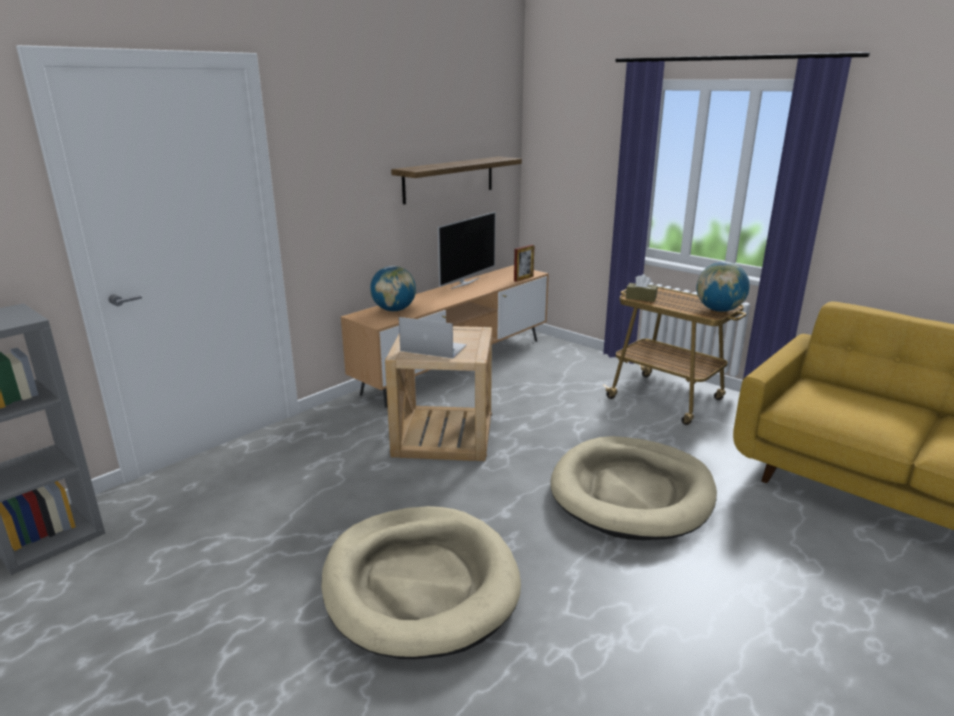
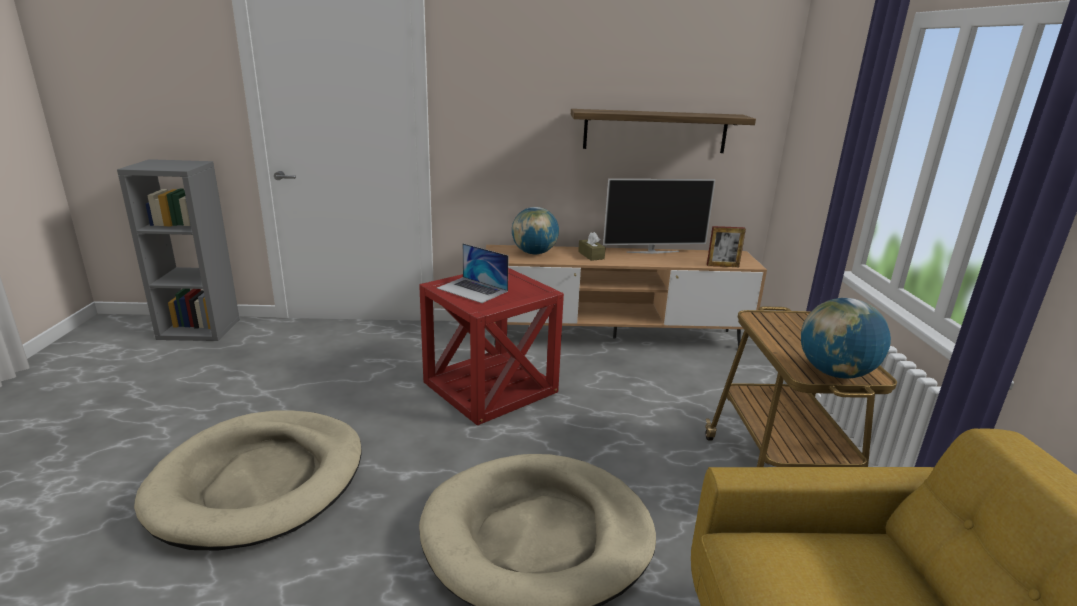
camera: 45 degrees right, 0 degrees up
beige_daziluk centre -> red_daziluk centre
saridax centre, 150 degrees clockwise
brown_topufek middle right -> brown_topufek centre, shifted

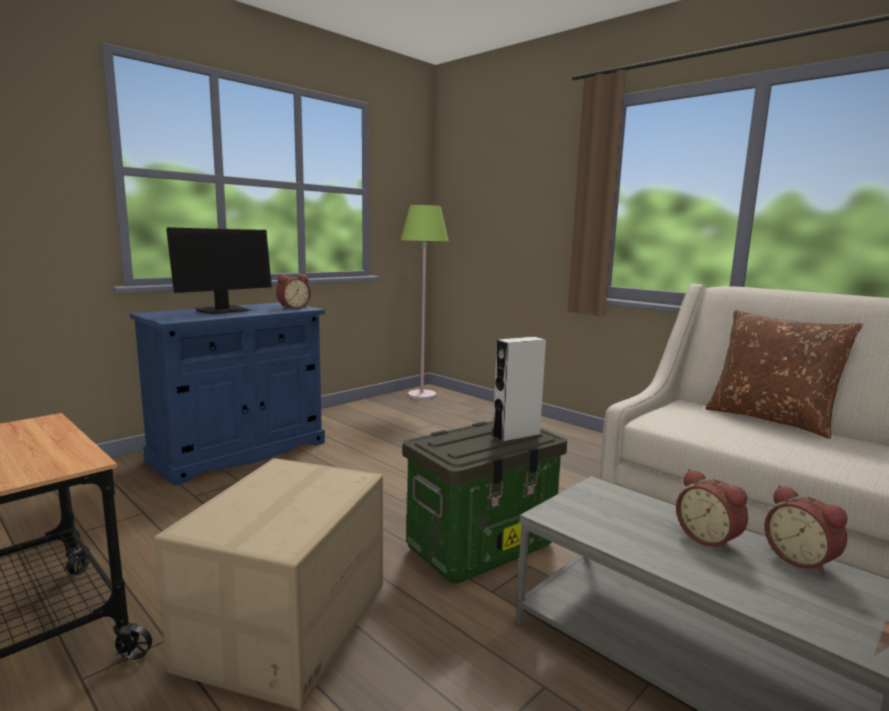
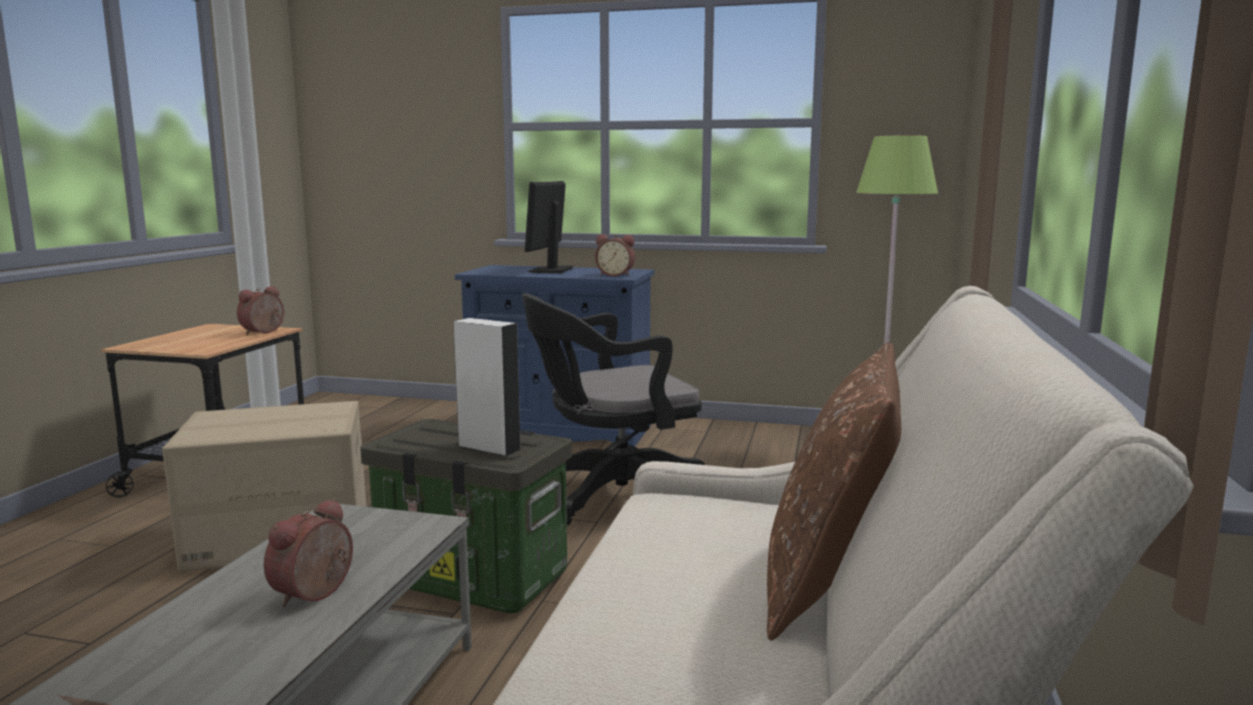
camera: 60 degrees right, 0 degrees up
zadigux middle left -> zadigux top centre, 90 degrees clockwise
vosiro (no. 3 from left in the first image) bottom right -> vosiro (no. 1 from left) middle left, shifted
none -> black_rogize centre

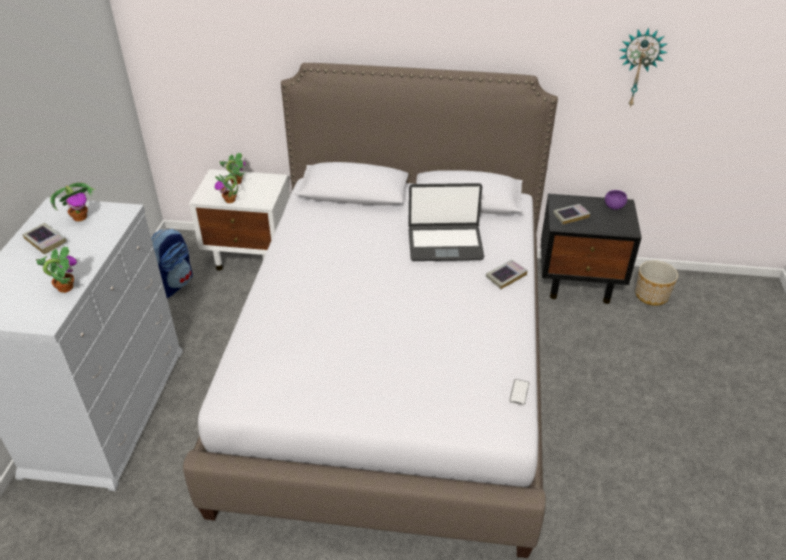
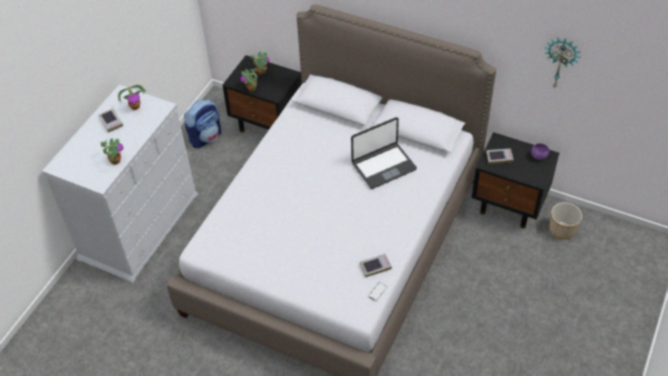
camera: 20 degrees right, 10 degrees up
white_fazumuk middle left -> black_fazumuk (no. 1 from left) top centre
saridax centre, 45 degrees counterclockwise
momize (no. 2 from left) centre -> momize (no. 2 from left) bottom centre, shifted

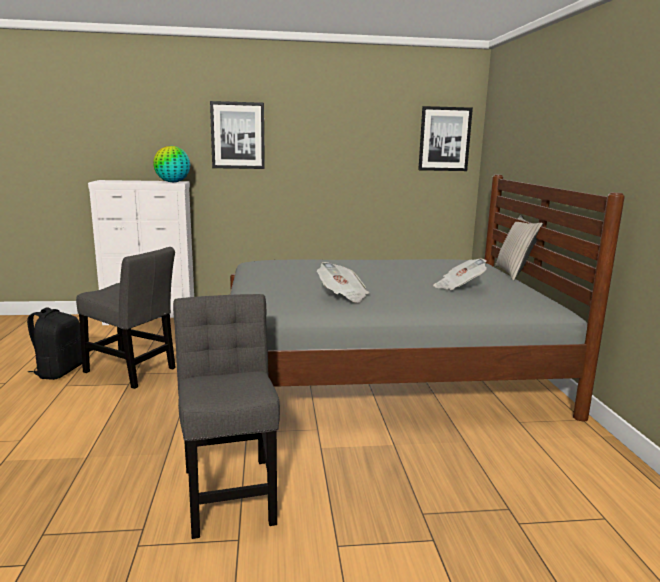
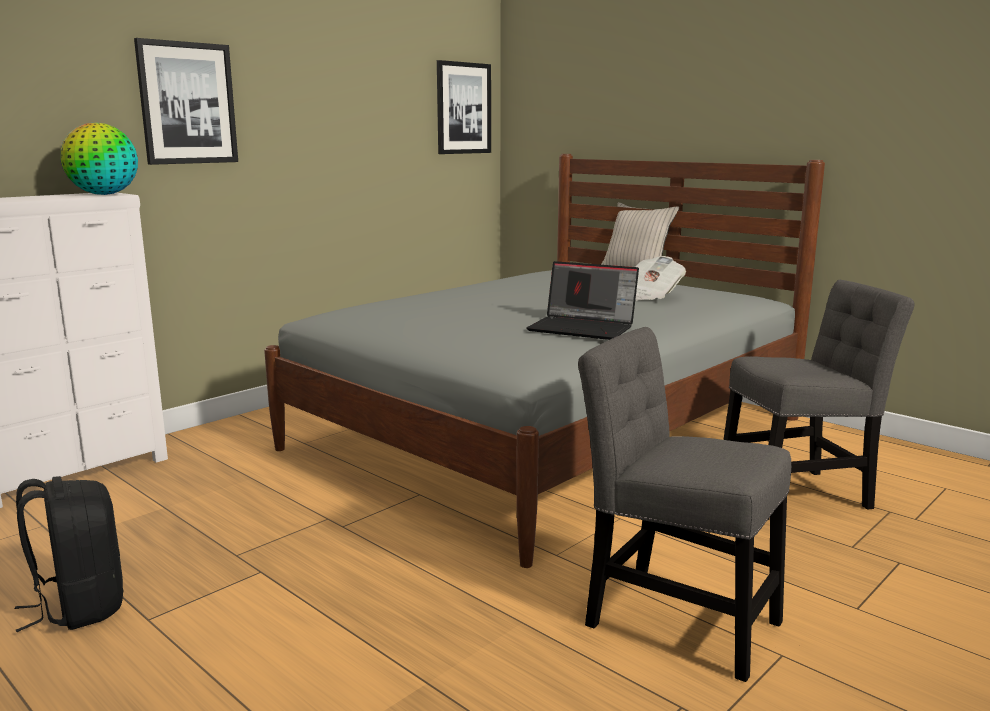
camera: 40 degrees left, 0 degrees up
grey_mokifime (no. 1 from left in the first image) middle left -> grey_mokifime (no. 2 from left) middle right, shifted
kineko (no. 1 from left) centre -> saridax centre

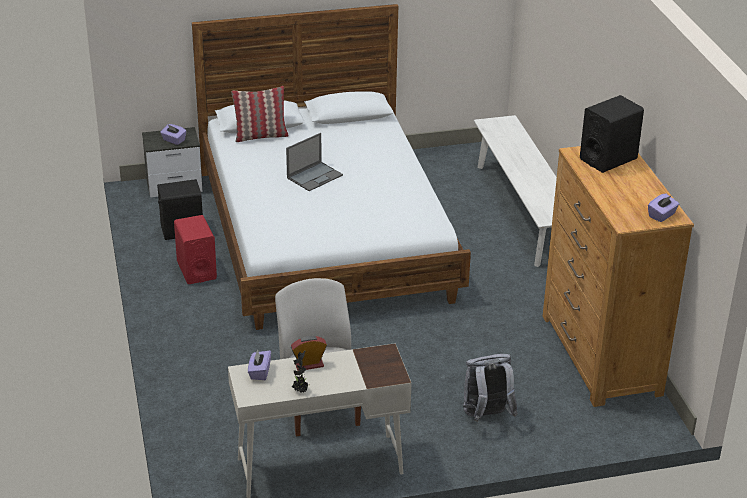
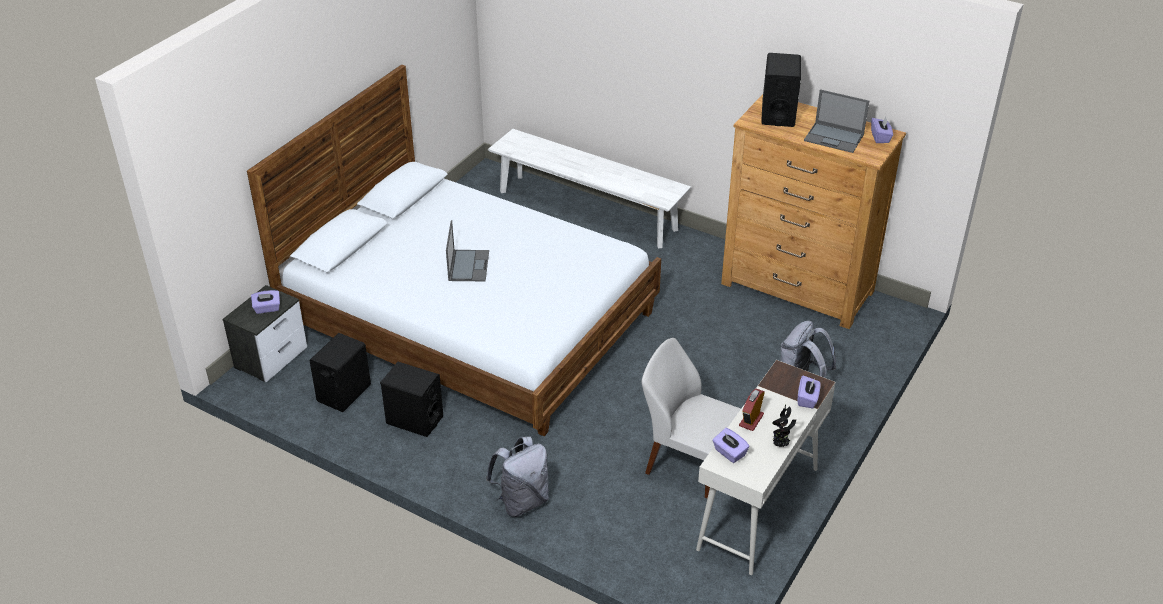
camera: 45 degrees left, 5 degrees up
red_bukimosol middle left -> black_bukimosol (no. 2 from left) centre
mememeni top centre -> none
none -> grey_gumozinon (no. 1 from left) bottom centre
none -> purple_topufek (no. 3 from left) middle right
none -> saridax (no. 2 from left) top right

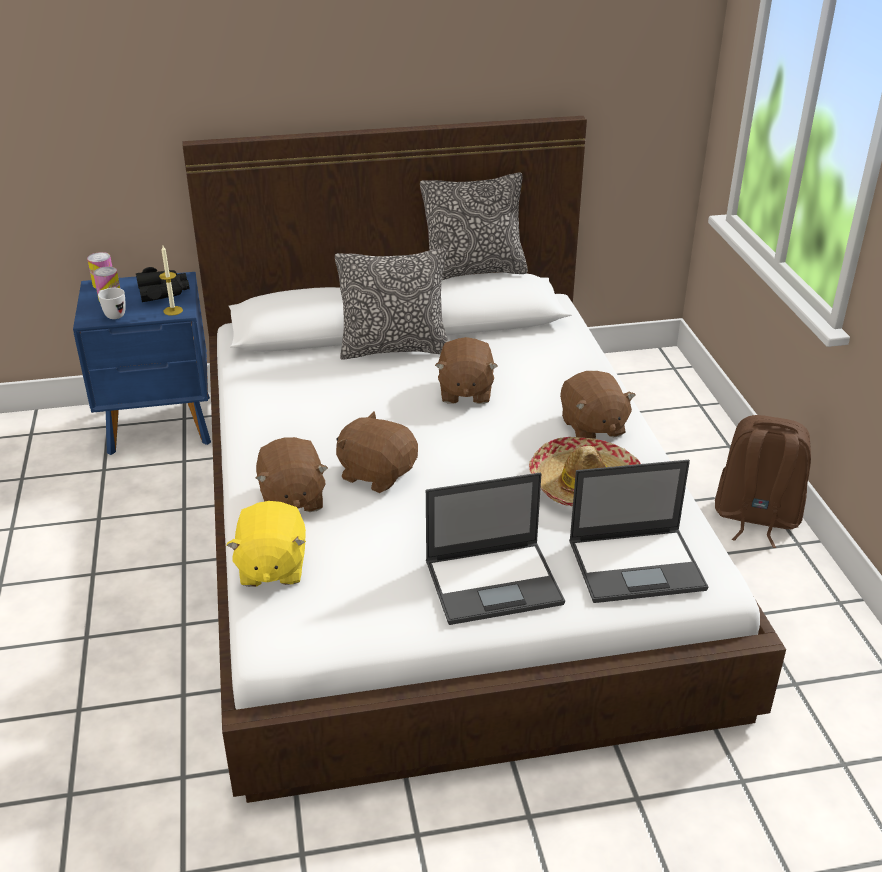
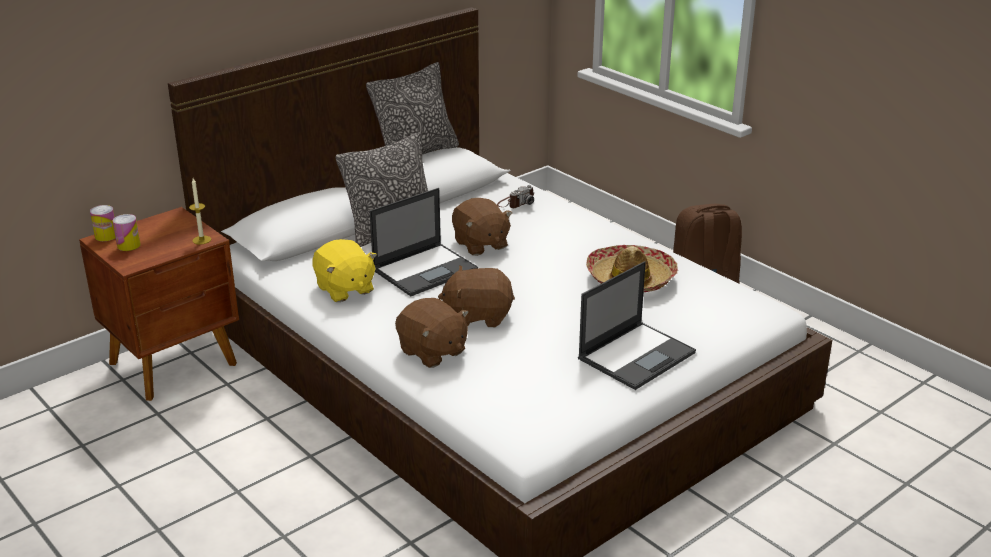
camera: 30 degrees left, 5 degrees down
blue_fazumuk middle left -> brown_fazumuk middle left
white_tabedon middle left -> none
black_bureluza top left -> none
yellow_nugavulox middle left -> yellow_nugavulox centre, shifted
brown_nugavulox (no. 4 from left) middle right -> none
saridax (no. 2 from left in the first image) middle right -> saridax (no. 1 from left) centre, shifted
none -> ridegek centre

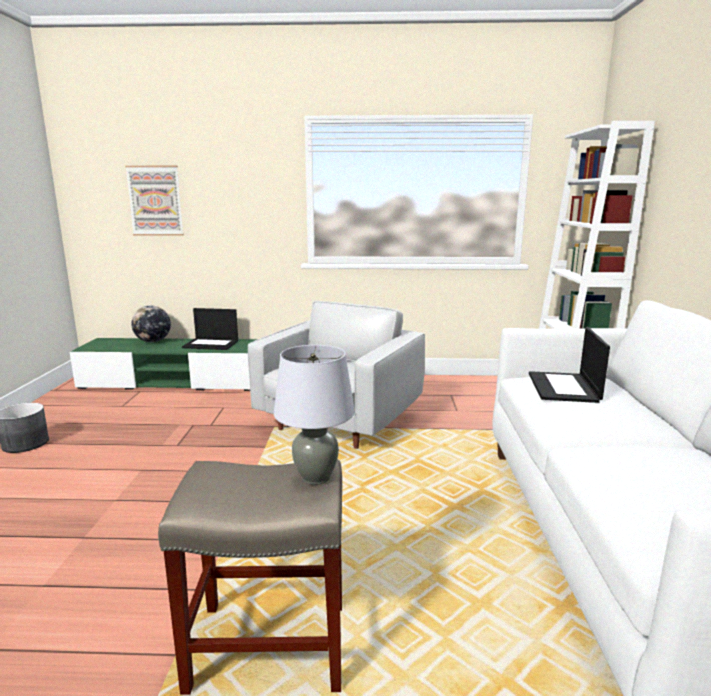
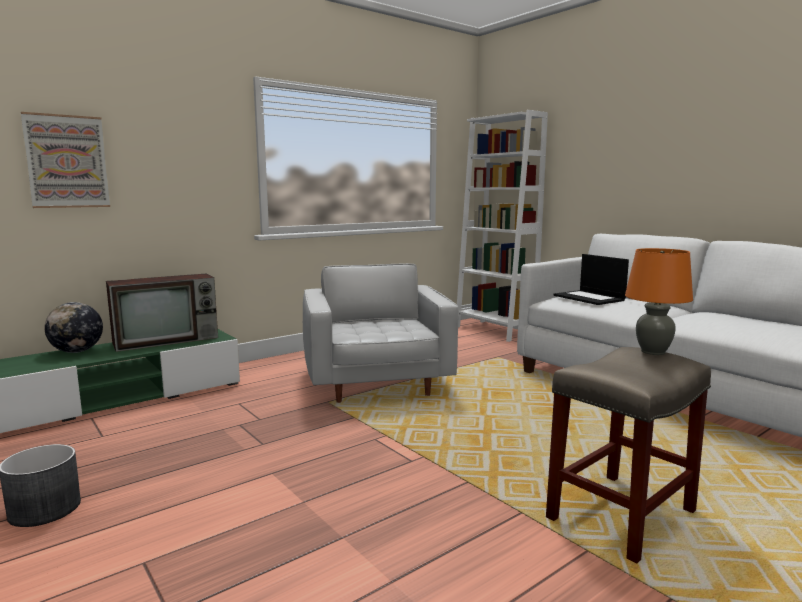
camera: 40 degrees left, 5 degrees down
saridax (no. 1 from left) middle left -> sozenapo middle left
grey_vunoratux centre -> orange_vunoratux middle right

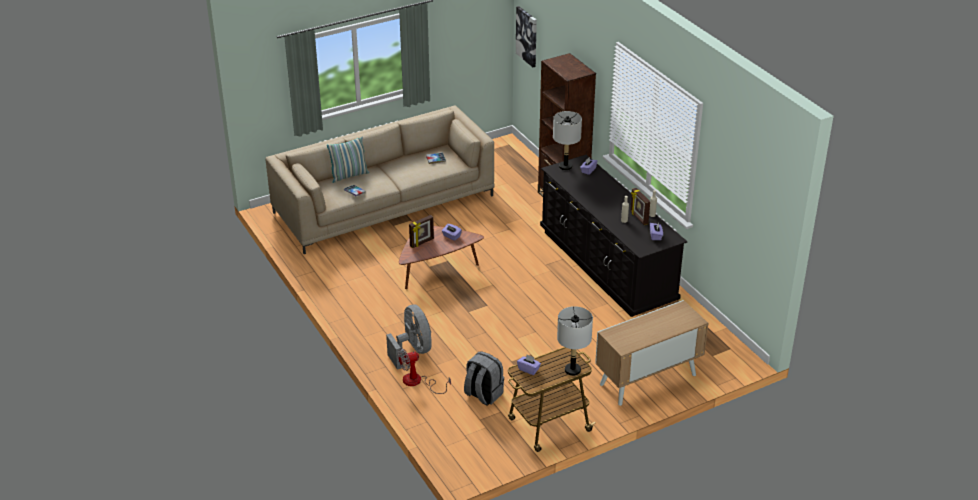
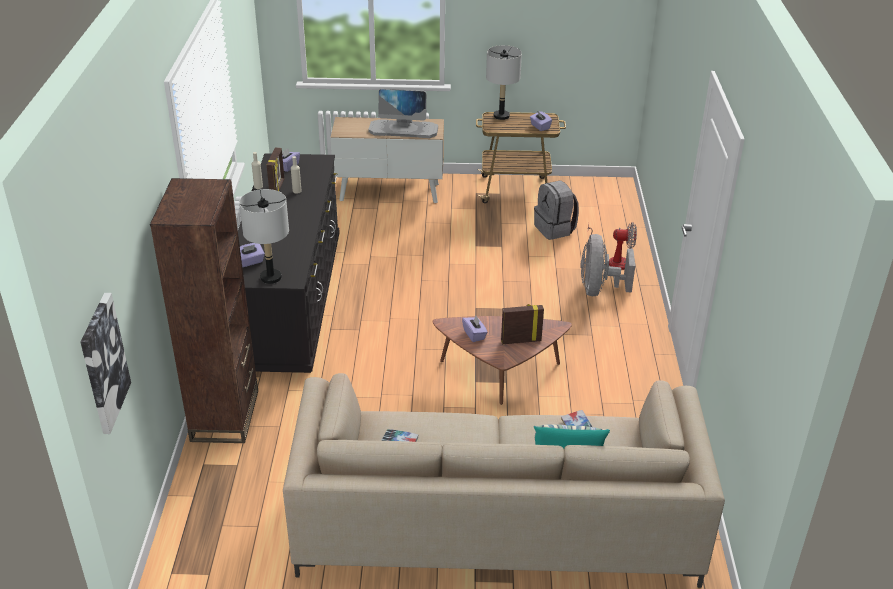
camera: 150 degrees left, 0 degrees up
none -> zadigux top centre

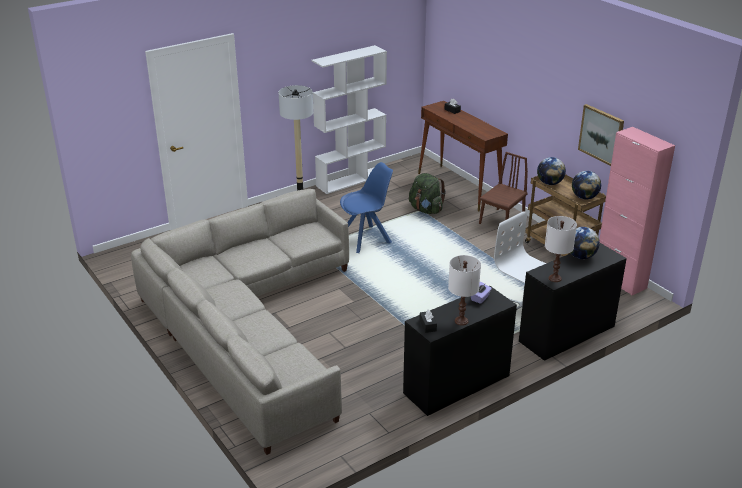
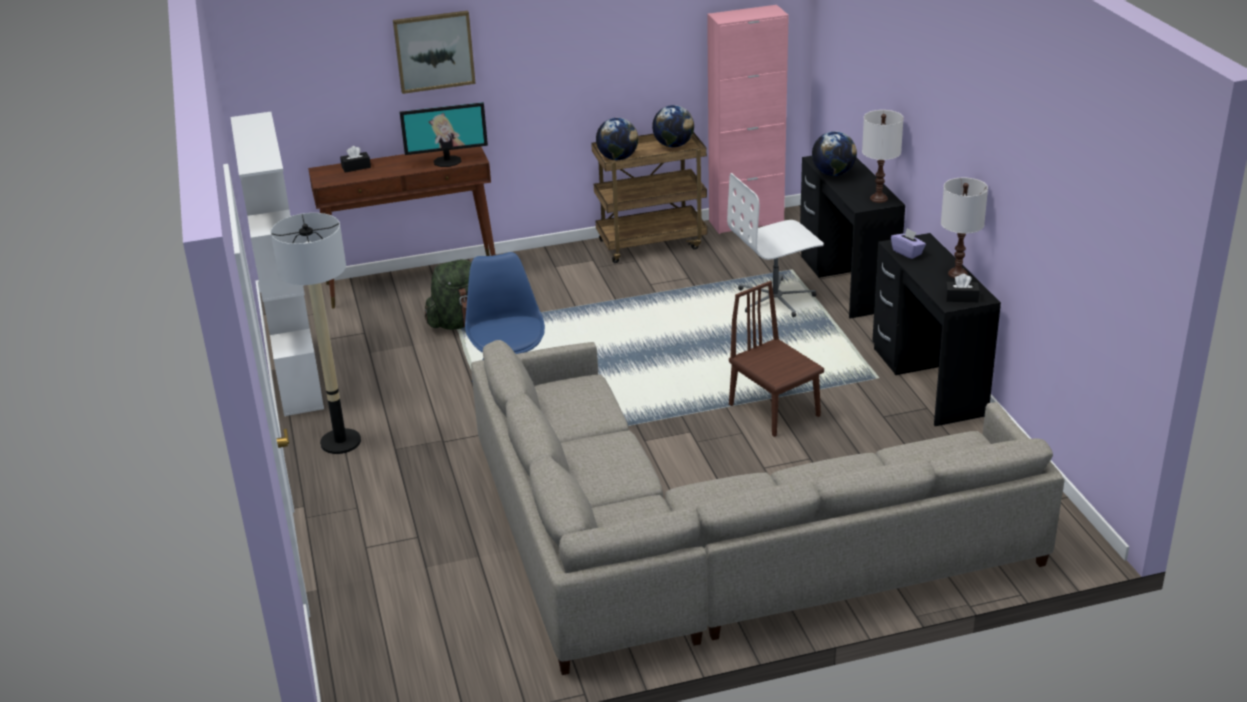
camera: 70 degrees left, 0 degrees up
brown_mokifime middle right -> brown_mokifime centre, shifted
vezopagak top right -> vezopagak top centre, shifted
none -> zadigux top centre

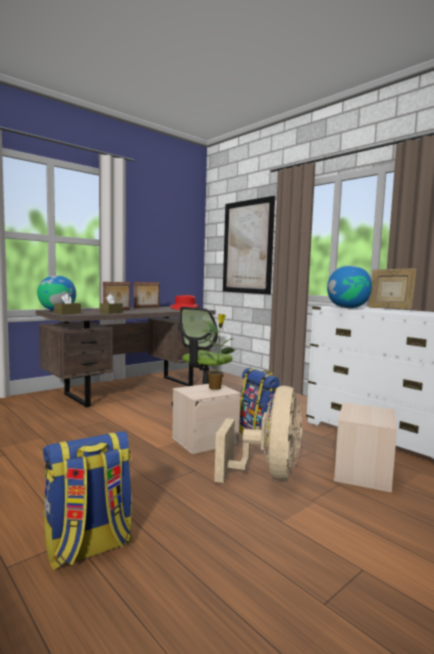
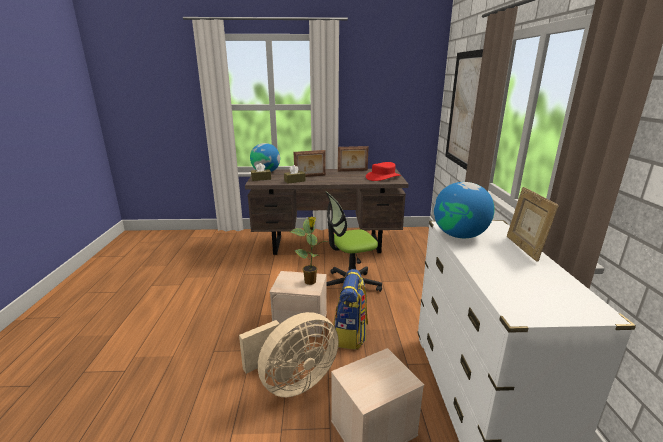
camera: 40 degrees right, 15 degrees up
gumozinon (no. 1 from left) bottom left -> none

